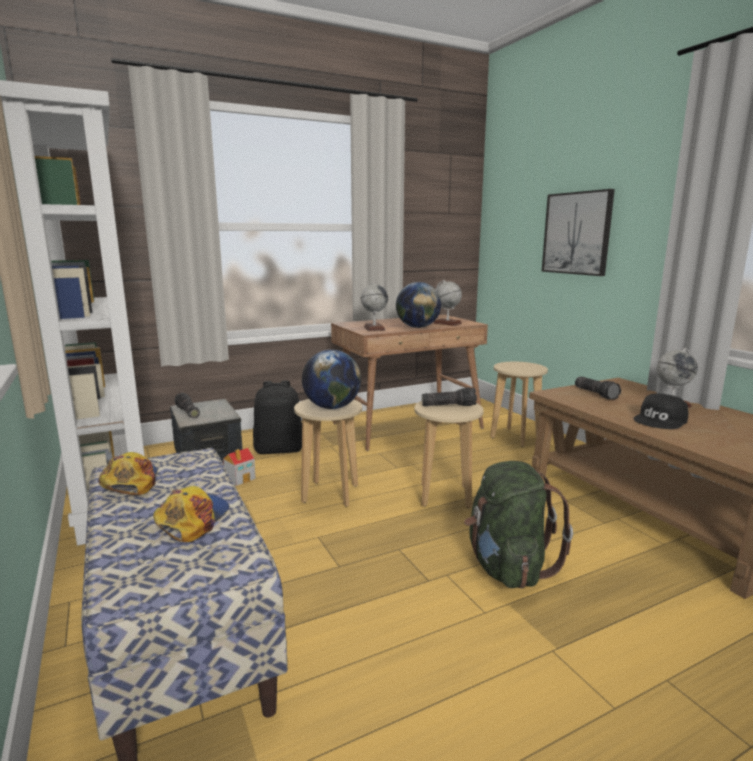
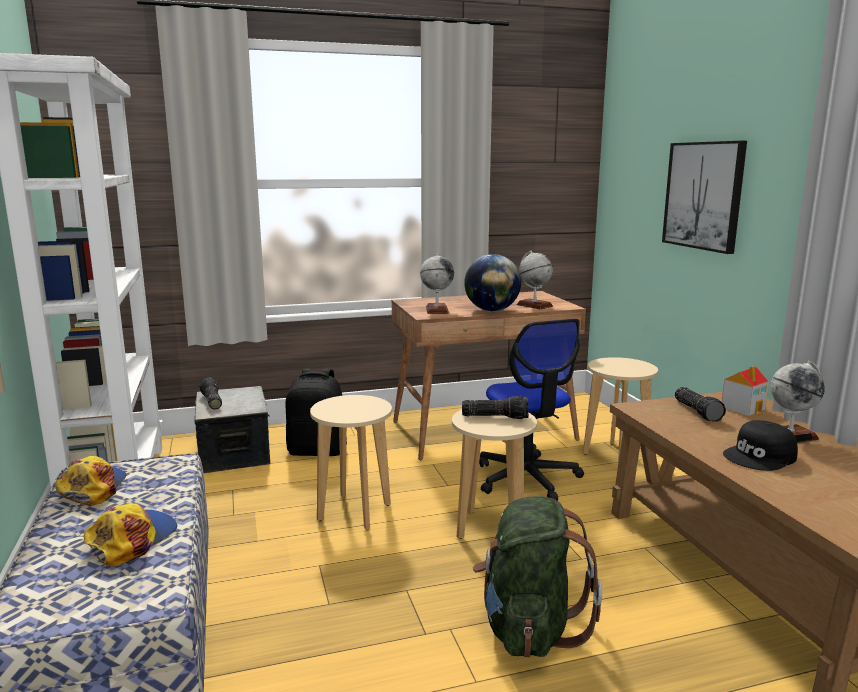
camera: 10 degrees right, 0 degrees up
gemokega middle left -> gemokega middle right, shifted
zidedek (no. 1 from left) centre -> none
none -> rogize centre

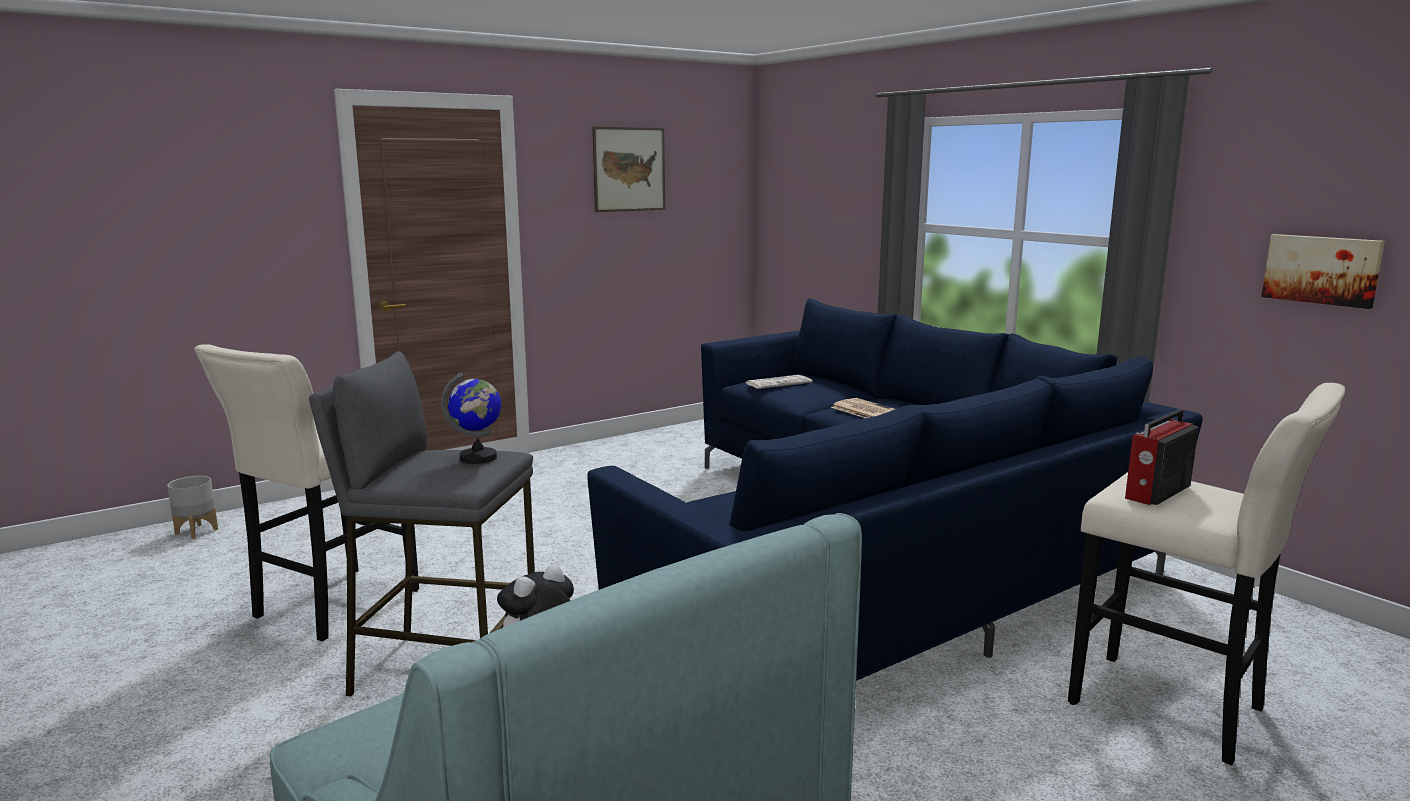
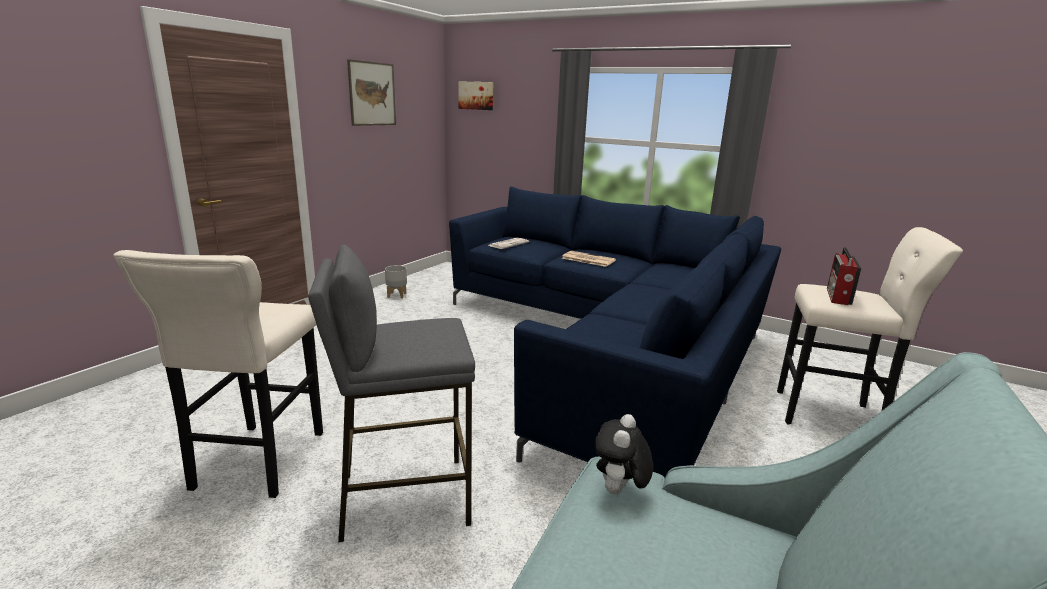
camera: 25 degrees left, 5 degrees up
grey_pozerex middle left -> grey_pozerex centre, shifted
zidedek centre -> none
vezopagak (no. 2 from left) middle right -> vezopagak (no. 2 from left) top centre, shifted

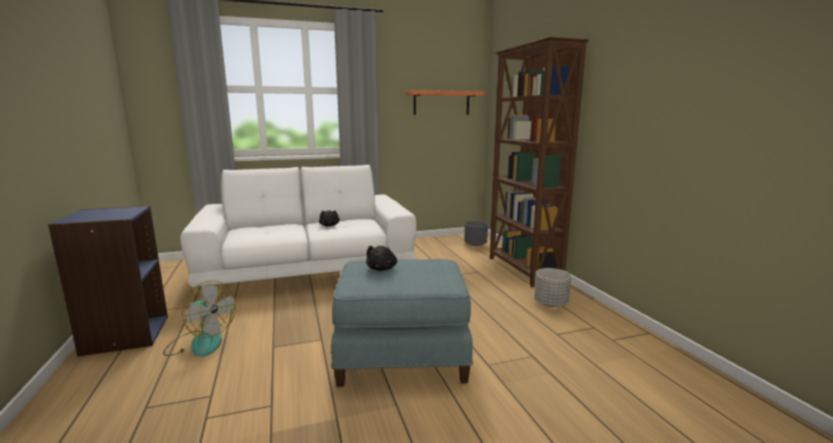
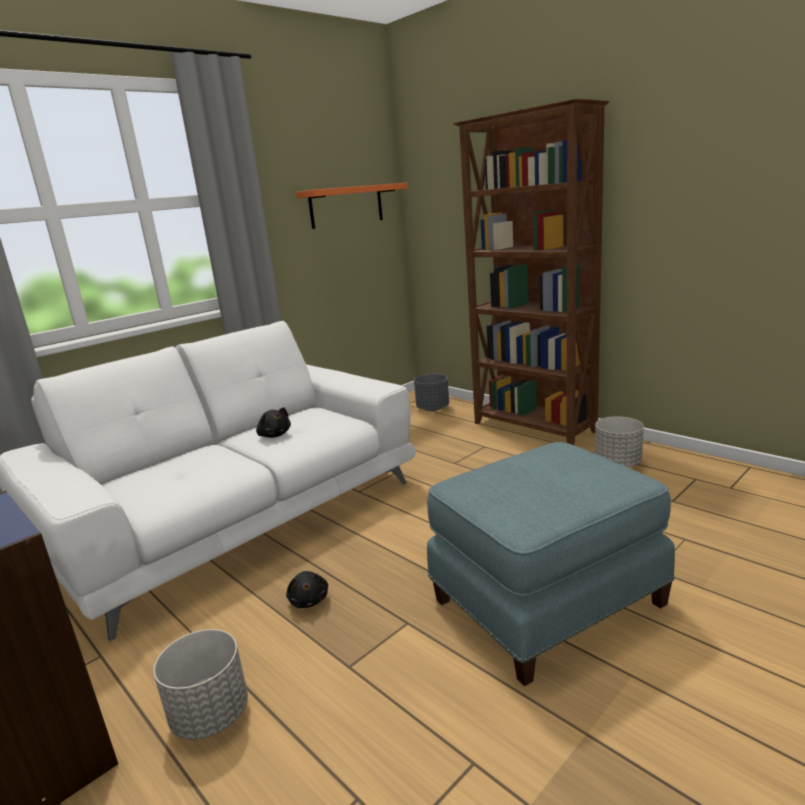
camera: 25 degrees left, 5 degrees up
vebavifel bottom left -> grey_pozerex (no. 1 from left) bottom left
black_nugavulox (no. 2 from left) centre -> black_nugavulox (no. 2 from left) bottom centre, shifted

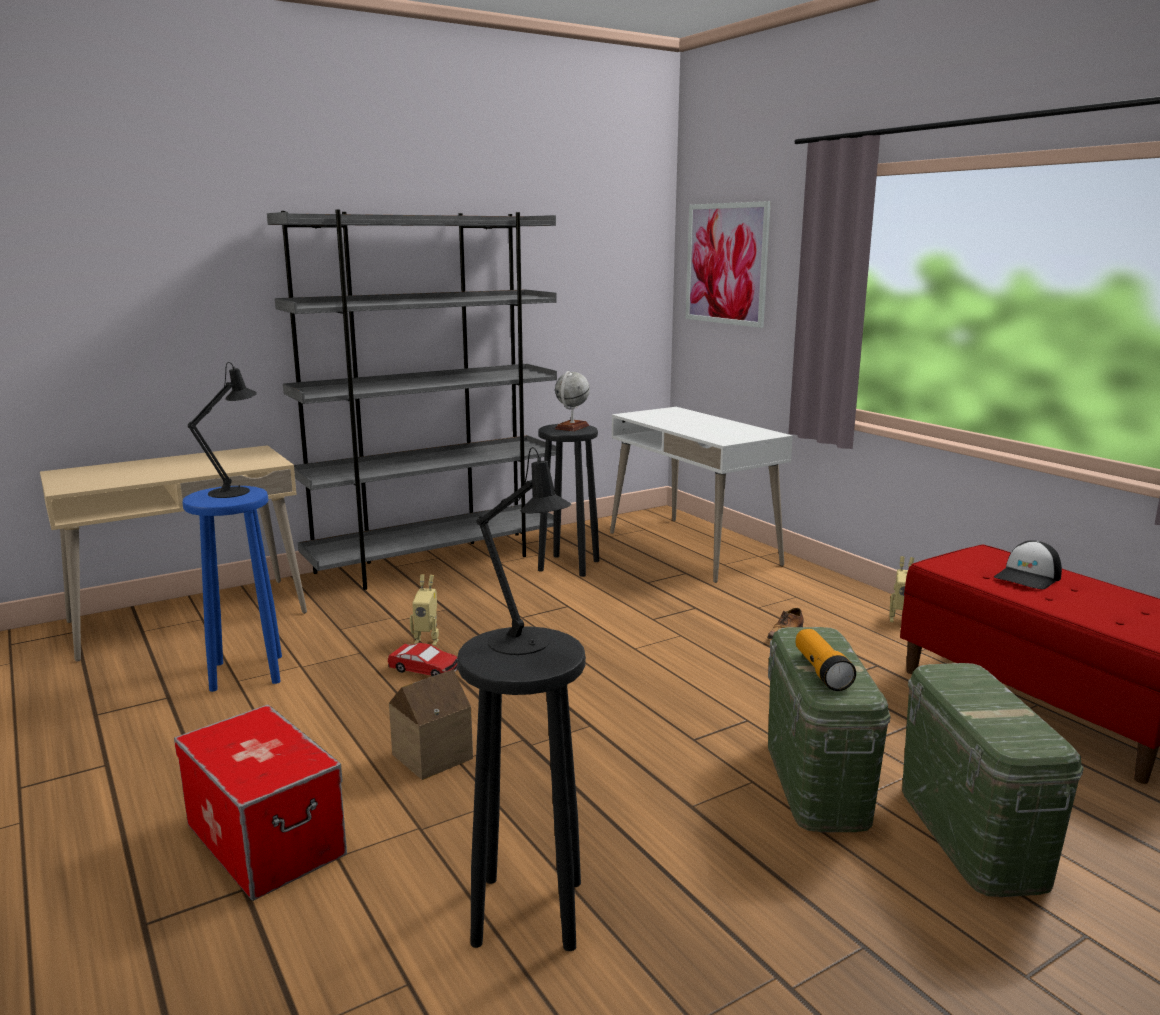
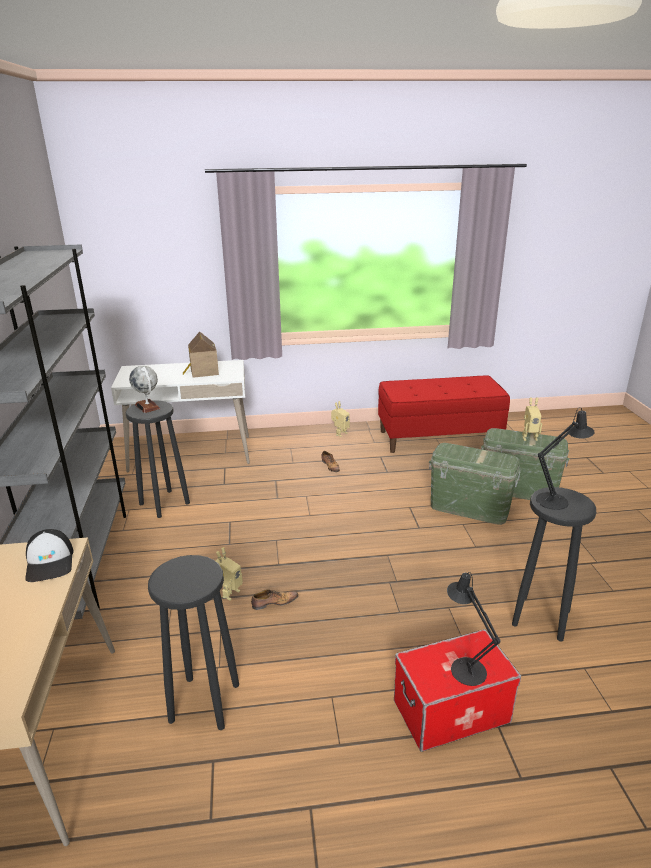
camera: 65 degrees left, 10 degrees up
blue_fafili middle left -> black_fafili (no. 2 from left) bottom left
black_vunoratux (no. 1 from left) middle left -> black_vunoratux (no. 1 from left) bottom right, shifted
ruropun centre -> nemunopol (no. 1 from left) bottom centre
gemokega bottom centre -> gemokega middle left, shifted
vezopagak top centre -> none
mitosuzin middle right -> none
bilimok middle right -> bilimok middle left, shifted
none -> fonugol (no. 3 from left) middle right

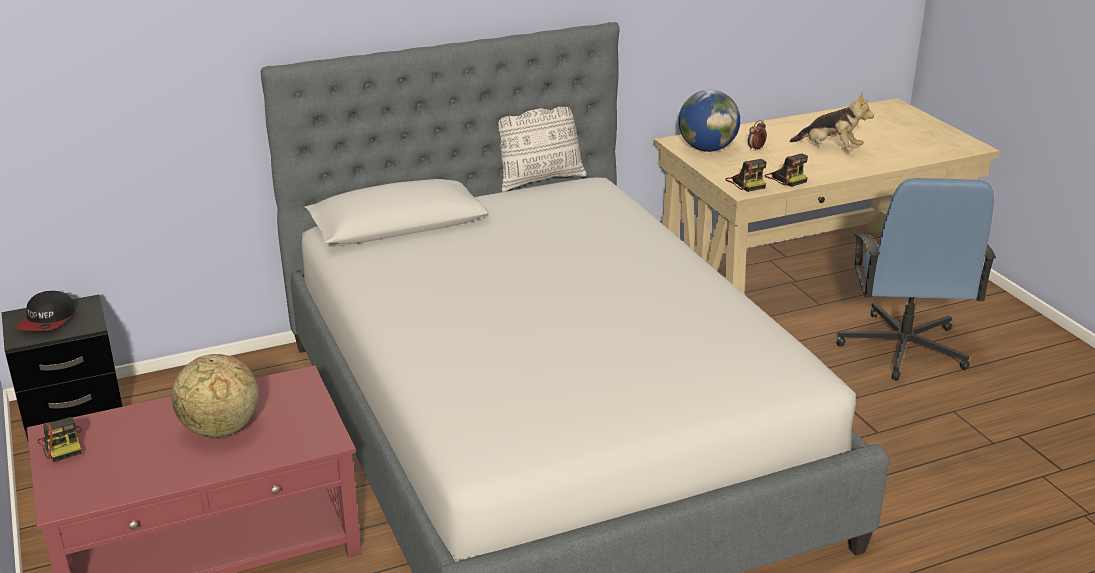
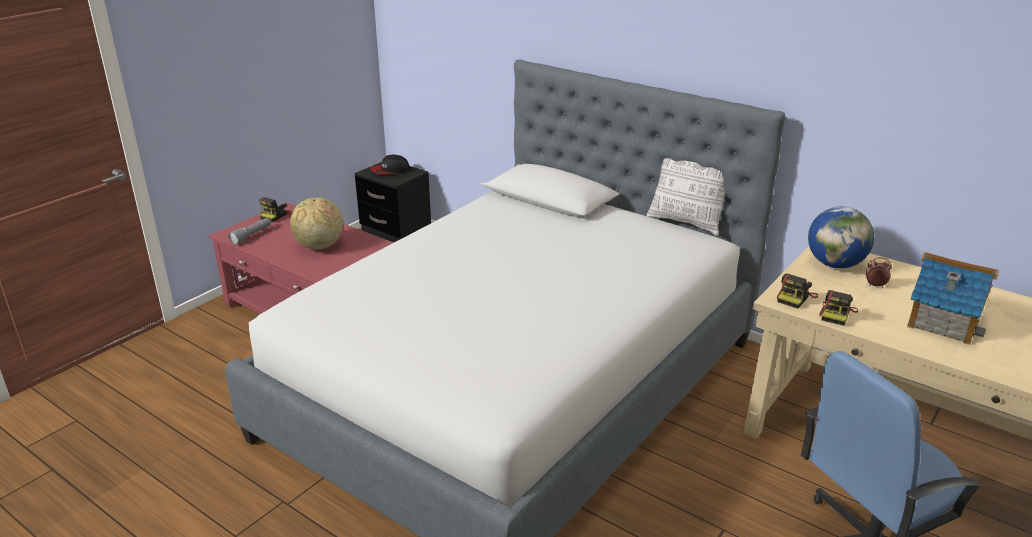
camera: 60 degrees right, 0 degrees up
nugavulox top right -> gemokega middle right
none -> grey_mitosuzin middle left

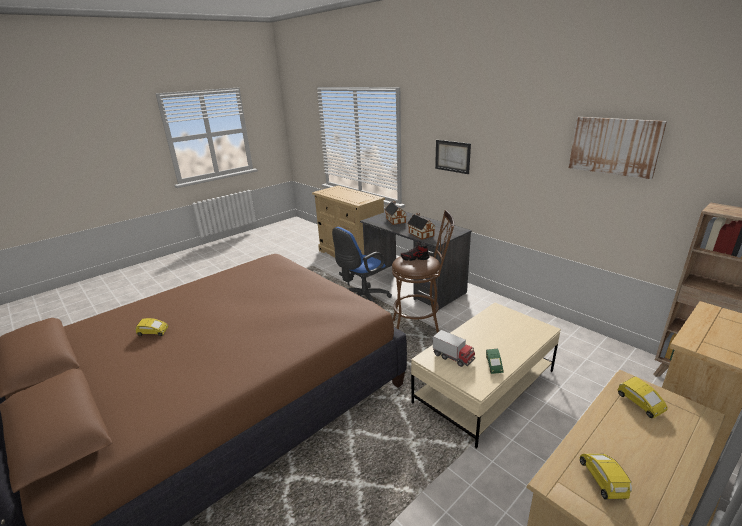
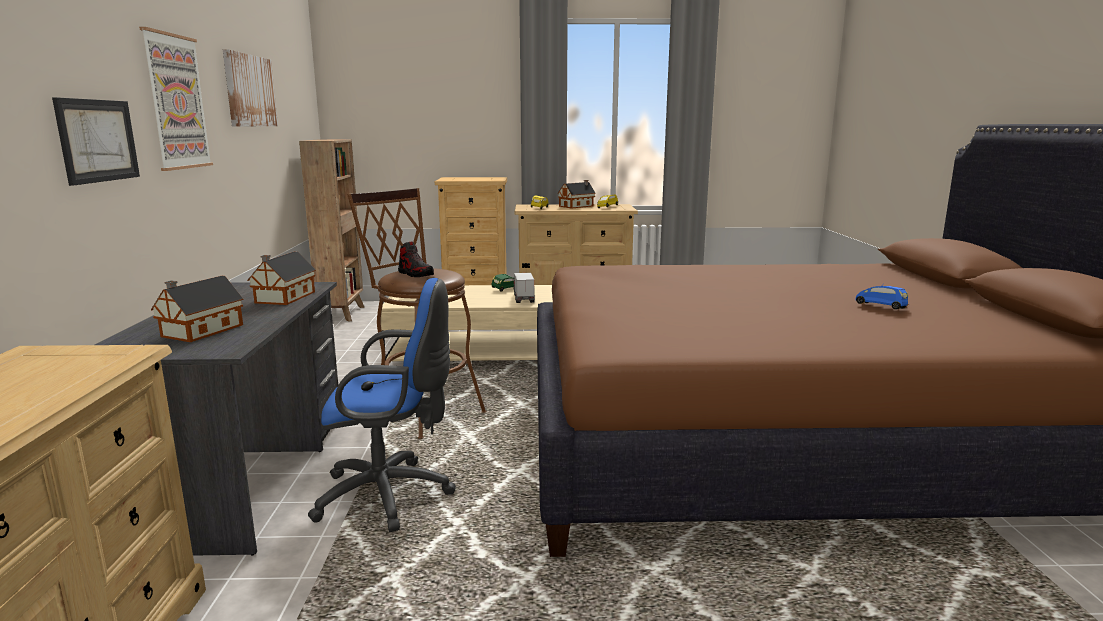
camera: 140 degrees left, 10 degrees down
yellow_ruropun (no. 1 from left) middle left -> blue_ruropun middle right
none -> vezopagak (no. 2 from left) top left
none -> gemokega (no. 3 from left) top centre

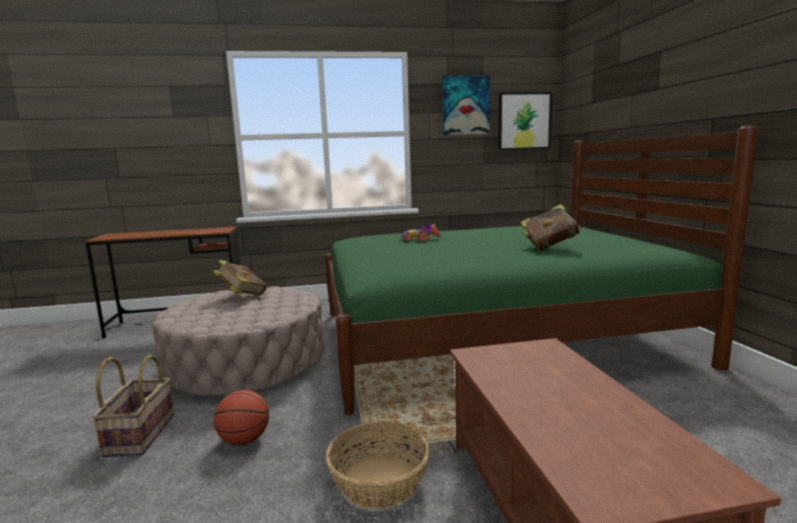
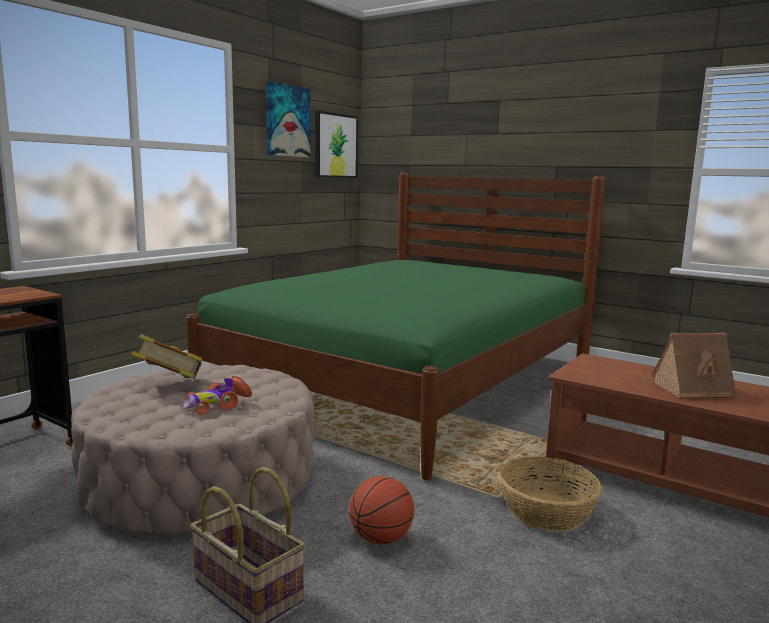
camera: 45 degrees left, 0 degrees up
ruropun centre -> ruropun middle left, shifted
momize (no. 2 from left) middle right -> none
none -> gemokega middle right

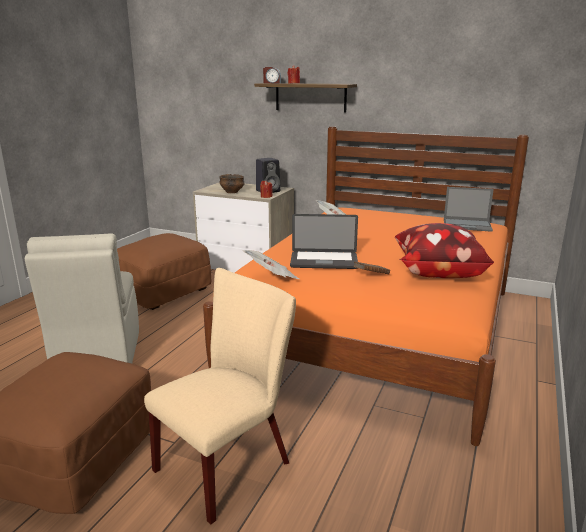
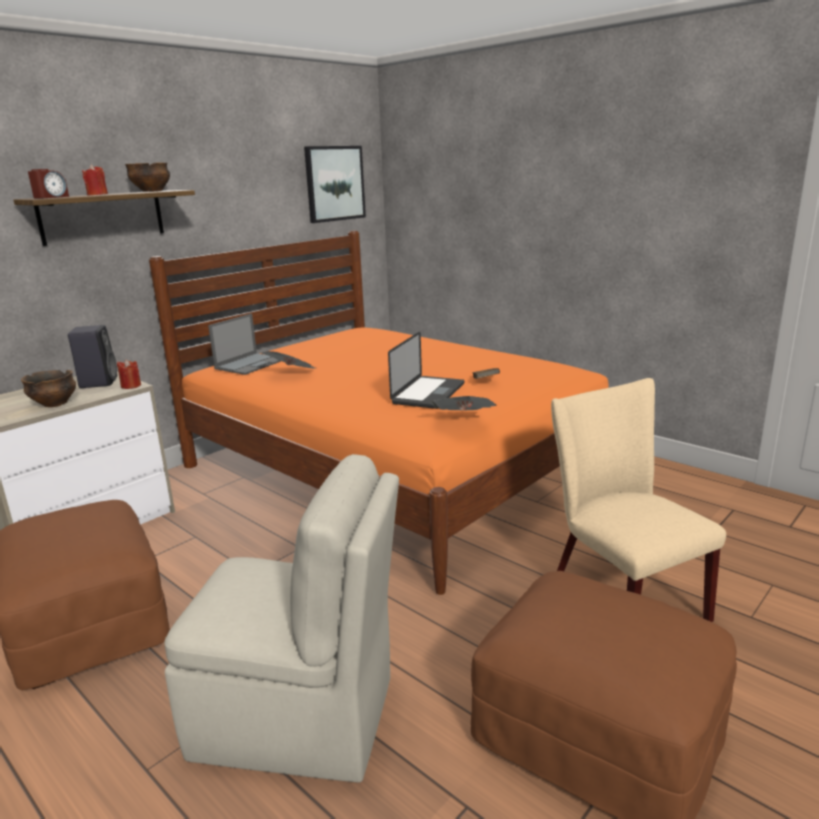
camera: 70 degrees left, 0 degrees up
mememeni middle right -> none
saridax (no. 2 from left in the first image) middle right -> saridax (no. 1 from left) middle left, shifted
none -> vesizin (no. 2 from left) top left
none -> vezopagak top centre

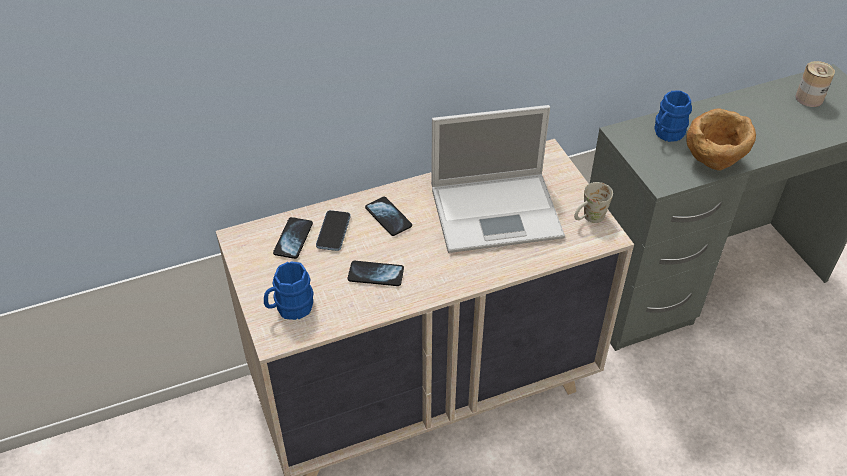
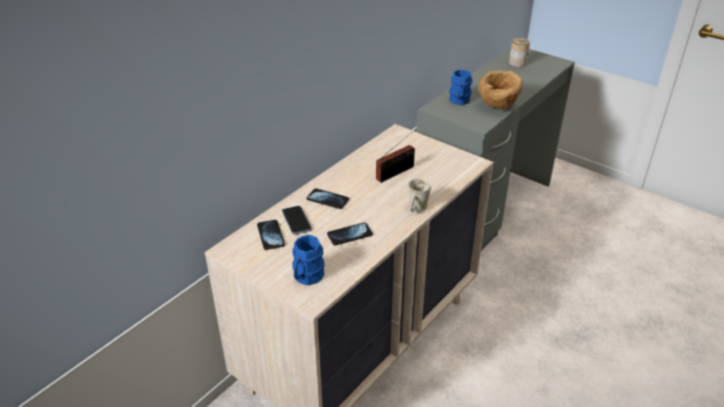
camera: 30 degrees left, 10 degrees down
saridax centre -> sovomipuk centre
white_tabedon middle right -> white_tabedon centre, shifted

